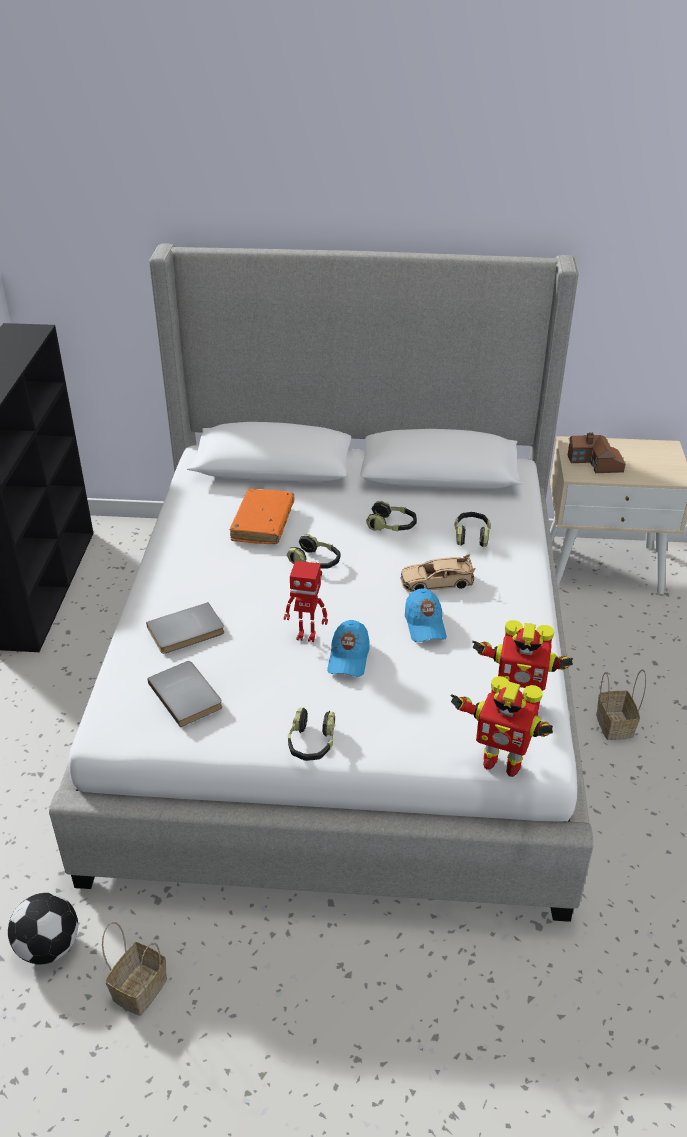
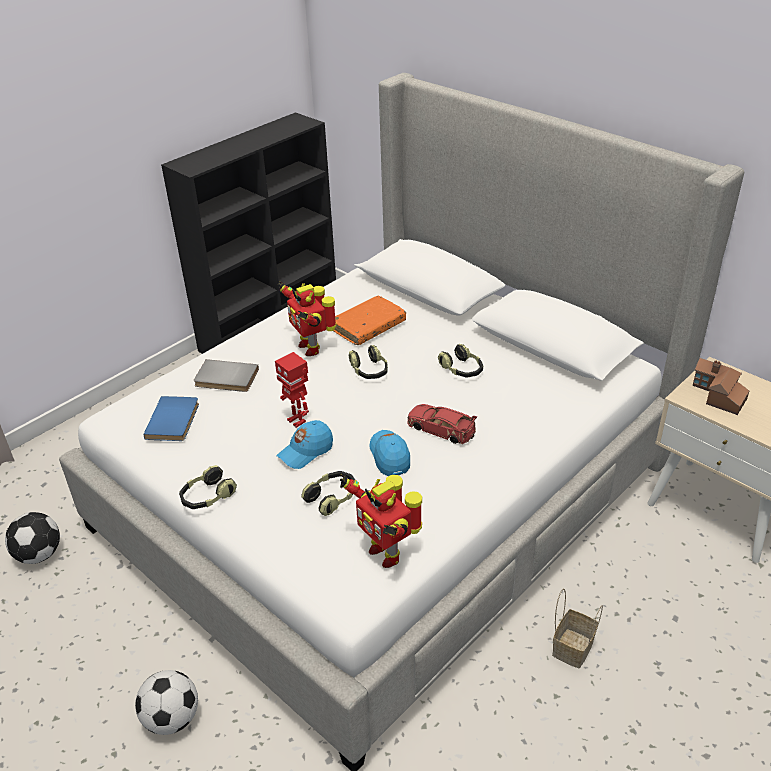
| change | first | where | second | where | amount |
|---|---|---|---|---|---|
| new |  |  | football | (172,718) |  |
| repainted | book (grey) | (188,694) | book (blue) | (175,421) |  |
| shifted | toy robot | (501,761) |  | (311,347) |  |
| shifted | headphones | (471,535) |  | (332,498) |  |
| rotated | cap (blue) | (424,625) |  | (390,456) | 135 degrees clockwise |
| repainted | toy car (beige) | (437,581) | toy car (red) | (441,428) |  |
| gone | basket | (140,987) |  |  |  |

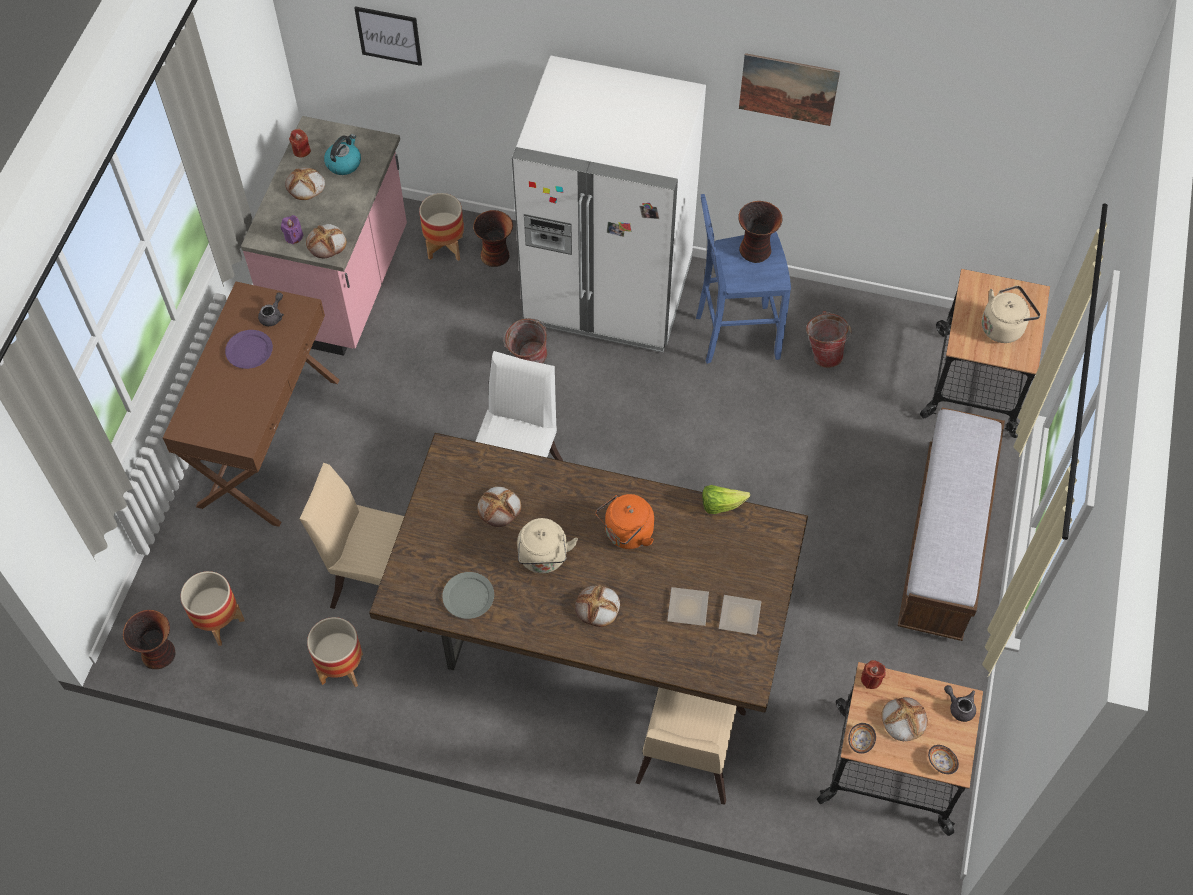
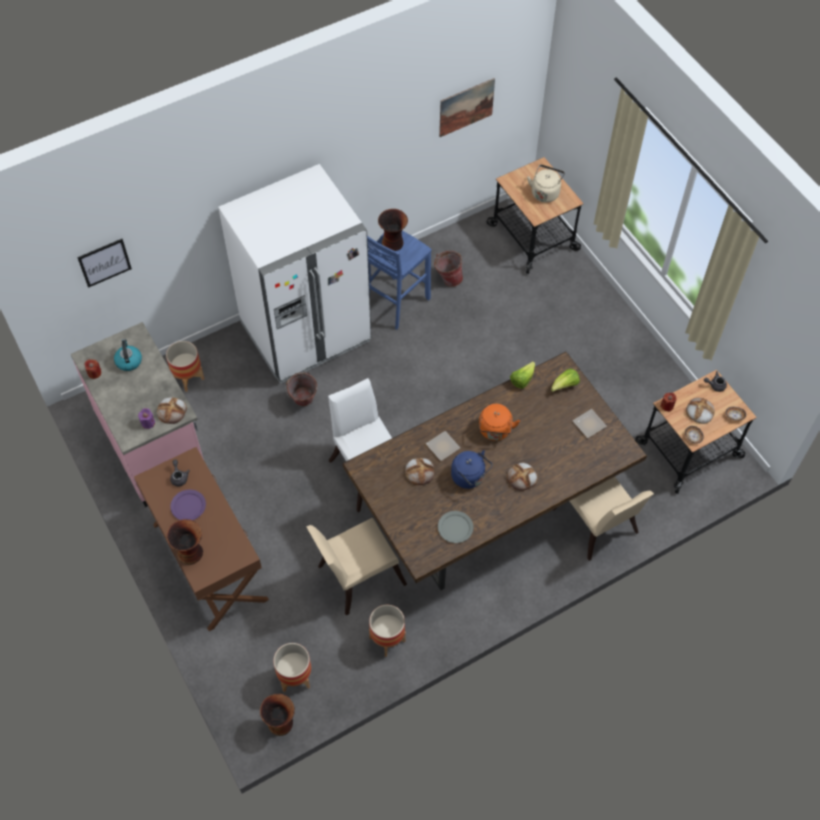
| change | first | where | second | where | amount |
|---|---|---|---|---|---|
| shifted | vase | (496,255) |  | (190,552) |  |
| shifted | plate | (689,609) |  | (444,447) |  |
| shifted | picture | (788,89) |  | (466,107) |  |
| repainted | kettle (beige) | (543,558) | kettle (blue) | (469,477) |  |
| new |  |  | lettuce | (565,386) |  |
| gone | bread | (305,186) |  |  |  |
| gone | bench | (943,542) |  |  |  |

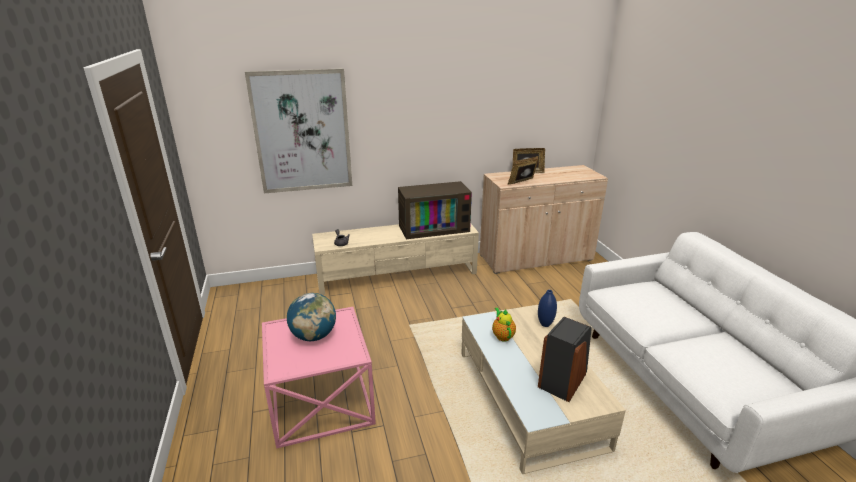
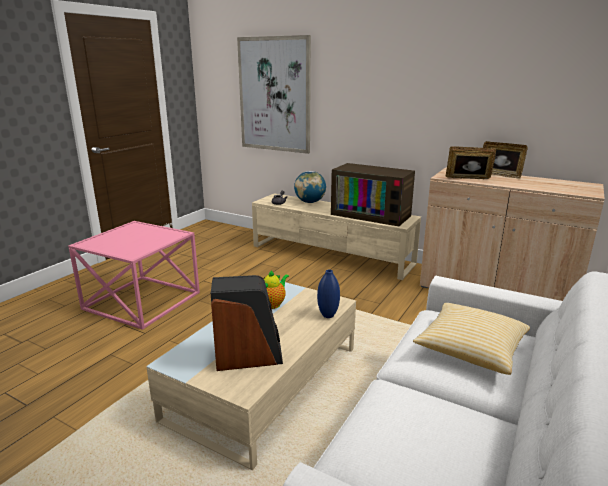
| change | first | where | second | where | amount |
|---|---|---|---|---|---|
| shifted | globe | (314,336) |  | (310,202) |  |
| new |  |  | pillow | (470,350) |  |

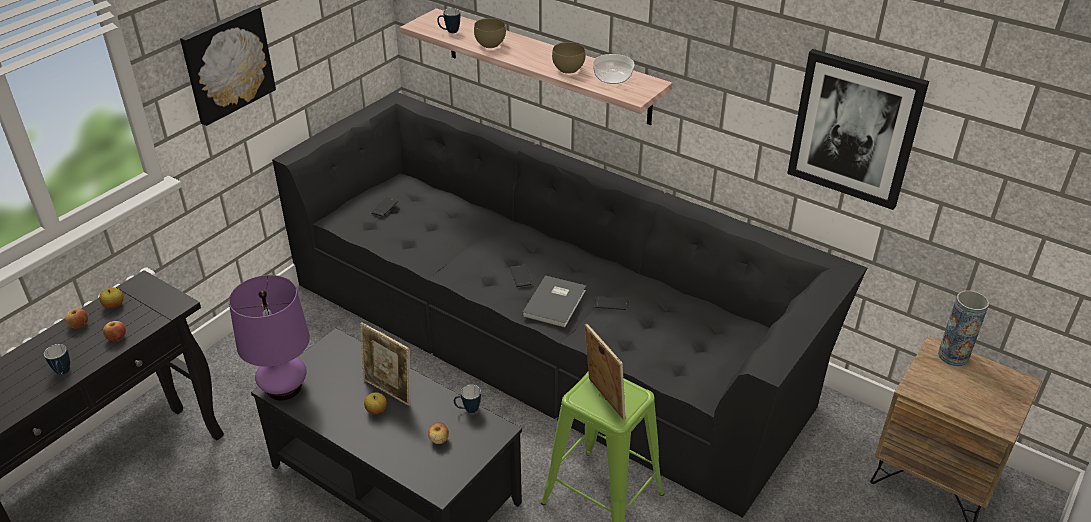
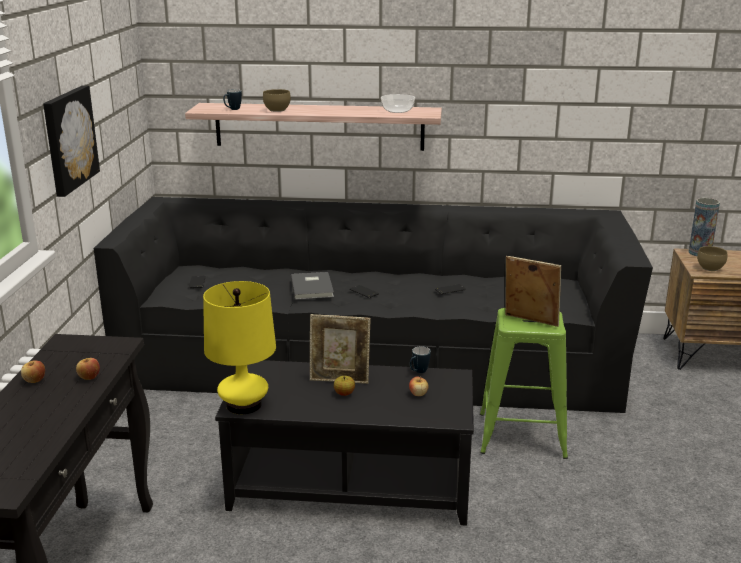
| change | first | where | second | where | amount |
|---|---|---|---|---|---|
| repainted | table lamp (purple) | (284,387) | table lamp (yellow) | (243,405) |  |
| shifted | book (grey) | (556,303) |  | (313,287) |  |
| shifted | bowl (brown) | (569,70) |  | (711,268) |  |
| gone | mug | (63,373) |  |  |  |
| gone | apple | (114,305) |  |  |  |
| gone | picture | (855,128) |  |  |  |

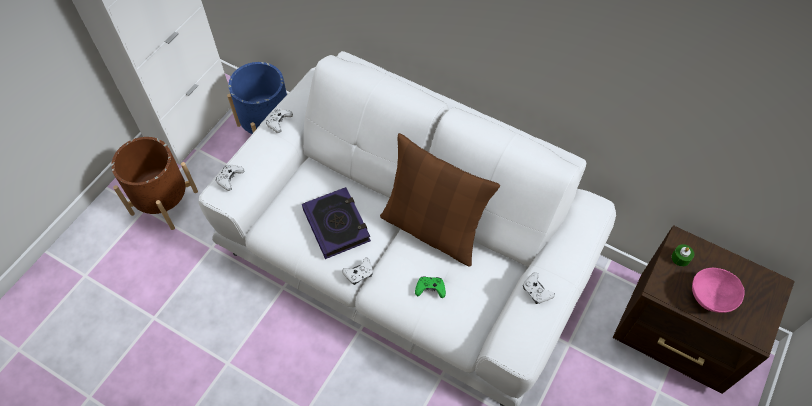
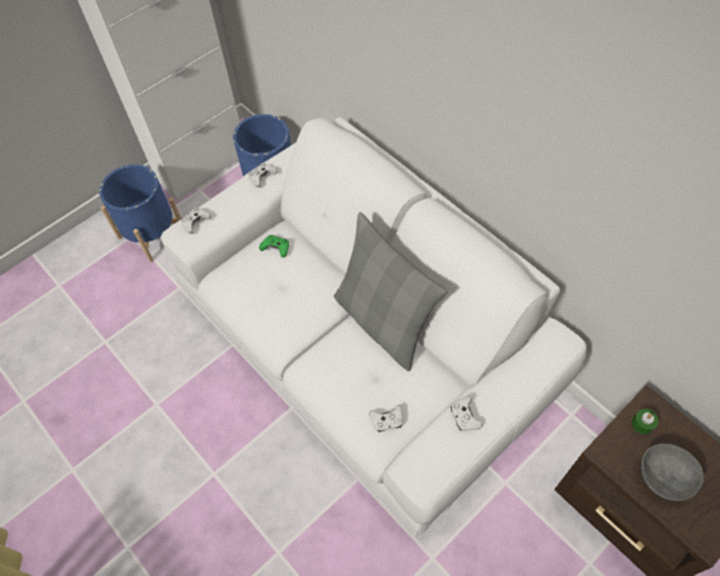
| change | first | where | second | where | amount |
|---|---|---|---|---|---|
| repainted | planter (brown) | (164,202) | planter (blue) | (152,233) |  |
| shifted | game controller (green) | (430,289) |  | (276,248) |  |
| repainted | pillow (brown) | (432,229) | pillow (grey) | (383,322) |  |
| shifted | game controller (white) | (359,274) |  | (387,421) |  |
| repainted | bowl (pink) | (711,298) | bowl (grey) | (664,479) |  |
| gone | book | (336,225) |  |  |  |

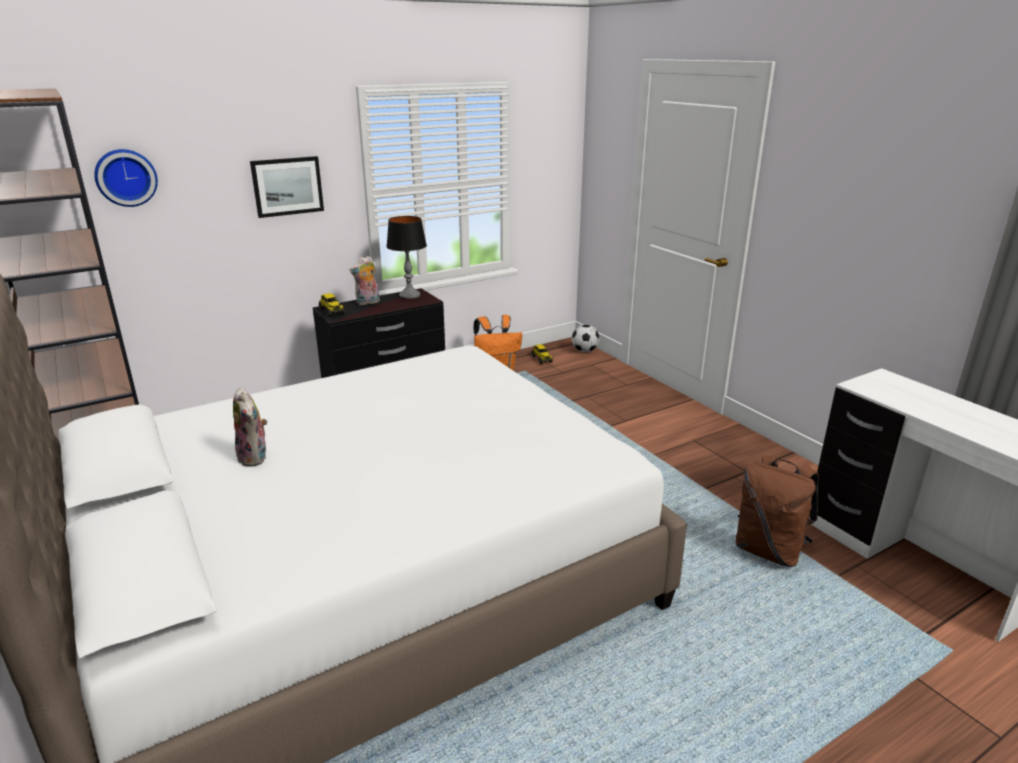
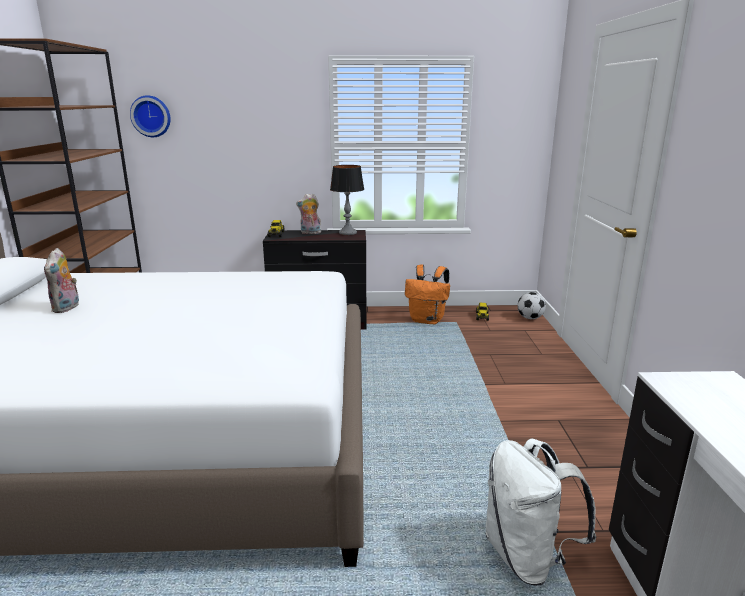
| change | first | where | second | where | amount |
|---|---|---|---|---|---|
| repainted | backpack (brown) | (769,550) | backpack (white) | (527,557) |  |
| gone | picture | (287,186) |  |  |  |

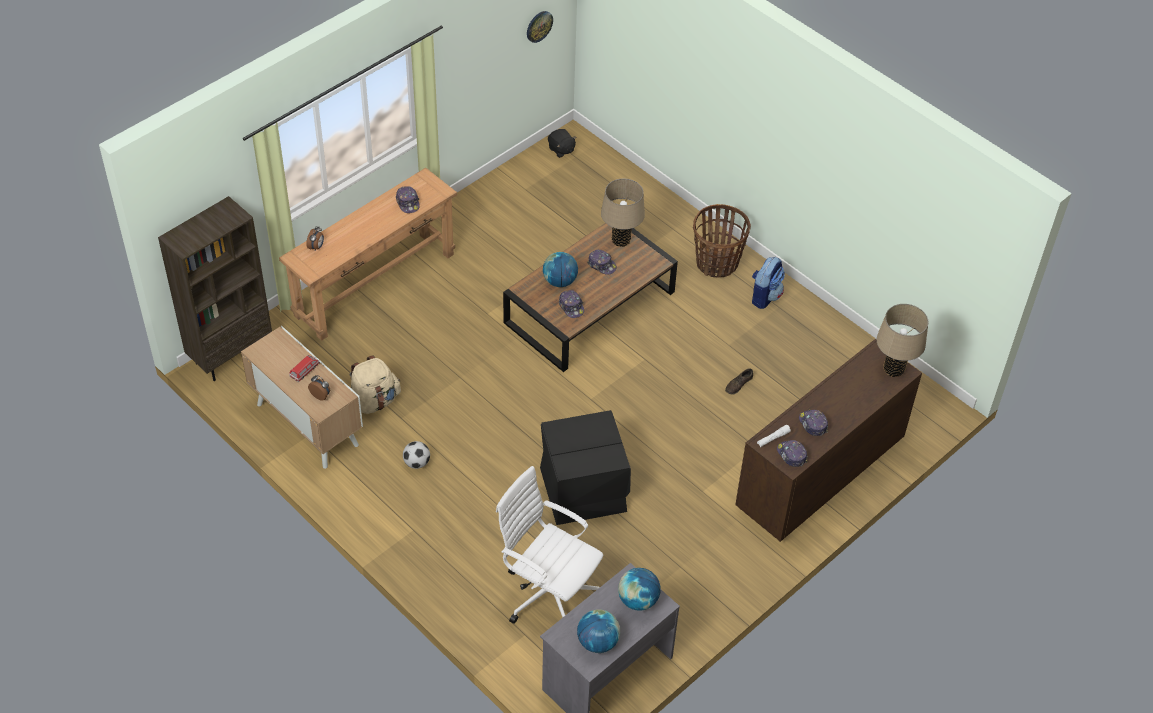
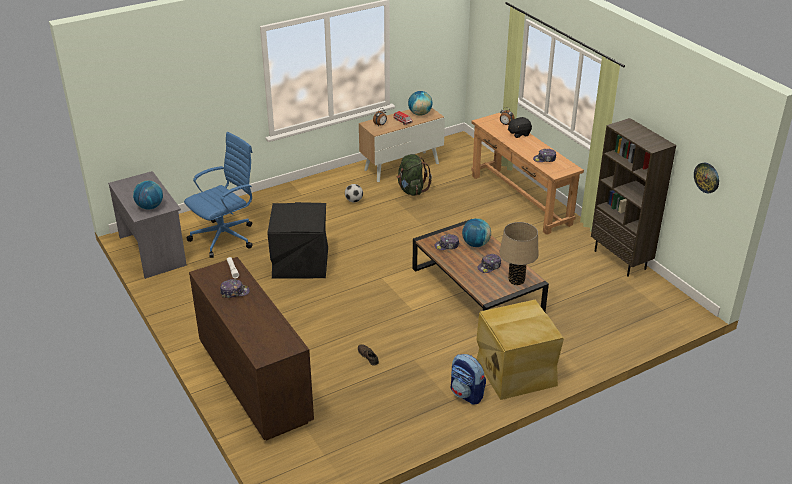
| change | first | where | second | where | amount |
|---|---|---|---|---|---|
| repainted | office chair (white) | (549,593) | office chair (blue) | (225,237) |  |
| repainted | backpack (beige) | (373,402) | backpack (green) | (411,190) |  |
| shifted | globe | (598,642) |  | (420,114) |  |
| swapped | basket | (717,263) | storage box (beige) | (515,372) |  |
| shifted | plush toy (black) | (561,150) |  | (519,134) |  |
| shifted | bookcase (brown) | (231,354) |  | (620,260) |  |
| gone | cap | (791,455) |  |  |  |
| gone | table lamp (beige) | (893,369) |  |  |  |

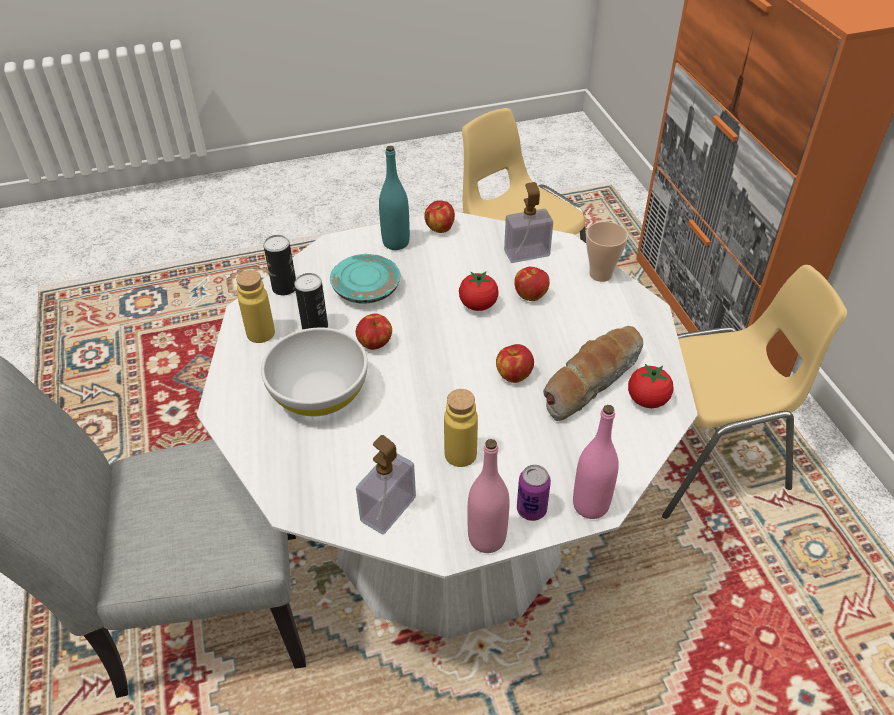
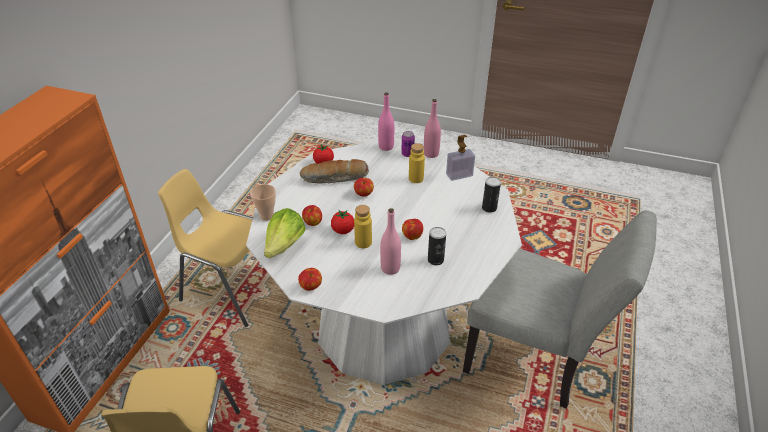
| change | first | where | second | where | amount |
|---|---|---|---|---|---|
| swapped | soap dispenser | (527,253) | lettuce | (285,245) |  |
| shifted | bottle (yellow) | (260,333) |  | (363,242) |  |
| swapped | plate (turquoise) | (366,288) | bottle (pink) | (390,268) |  |
| shifted | can | (284,288) |  | (489,208) |  |
| gone | bowl (white) | (319,393) |  |  |  |
| gone | bottle (turquoise) | (396,242) |  |  |  |

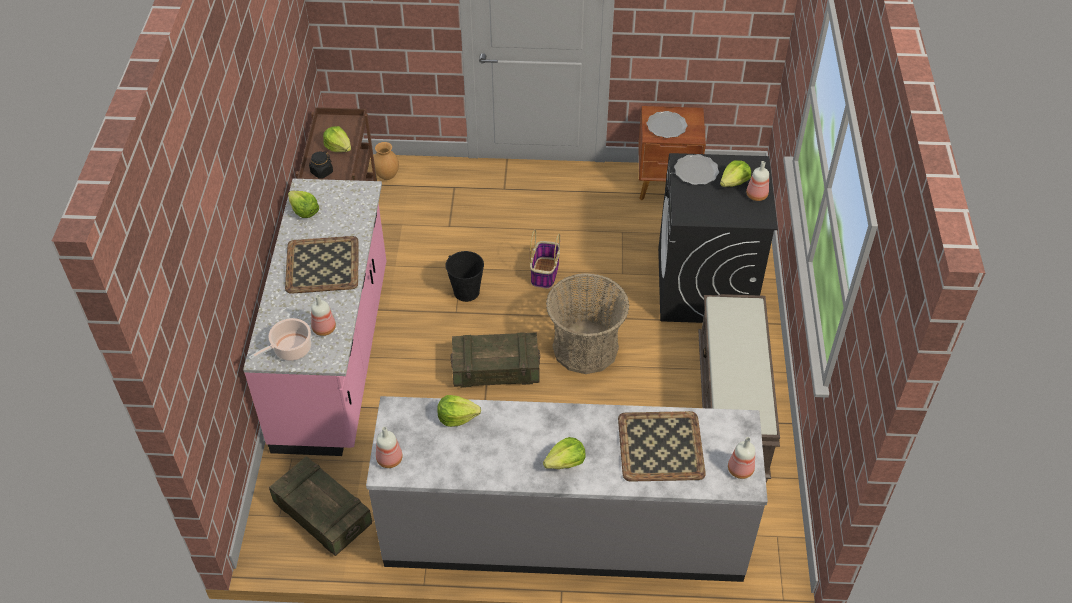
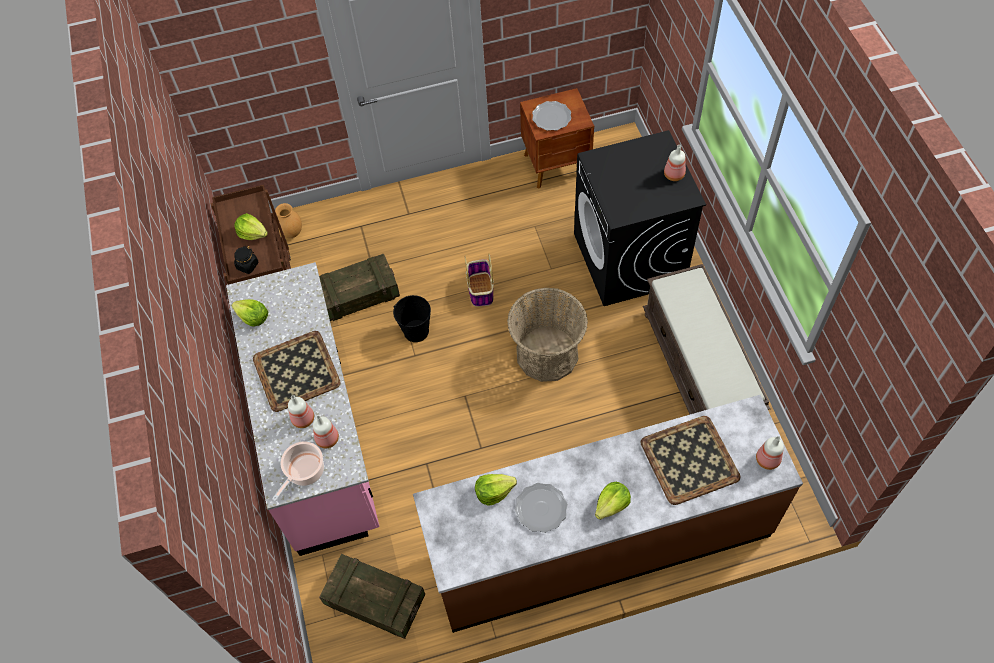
| change | first | where | second | where | amount |
|---|---|---|---|---|---|
| shifted | bottle | (389,458) |  | (303,418) |  |
| shifted | crate | (496,369) |  | (358,295) |  |
| repainted | counter (grey) | (564,531) | counter (brown) | (599,541) |  |
| shifted | plate | (696,172) |  | (541,508) |  |
| gone | lettuce | (734,182) |  |  |  |

